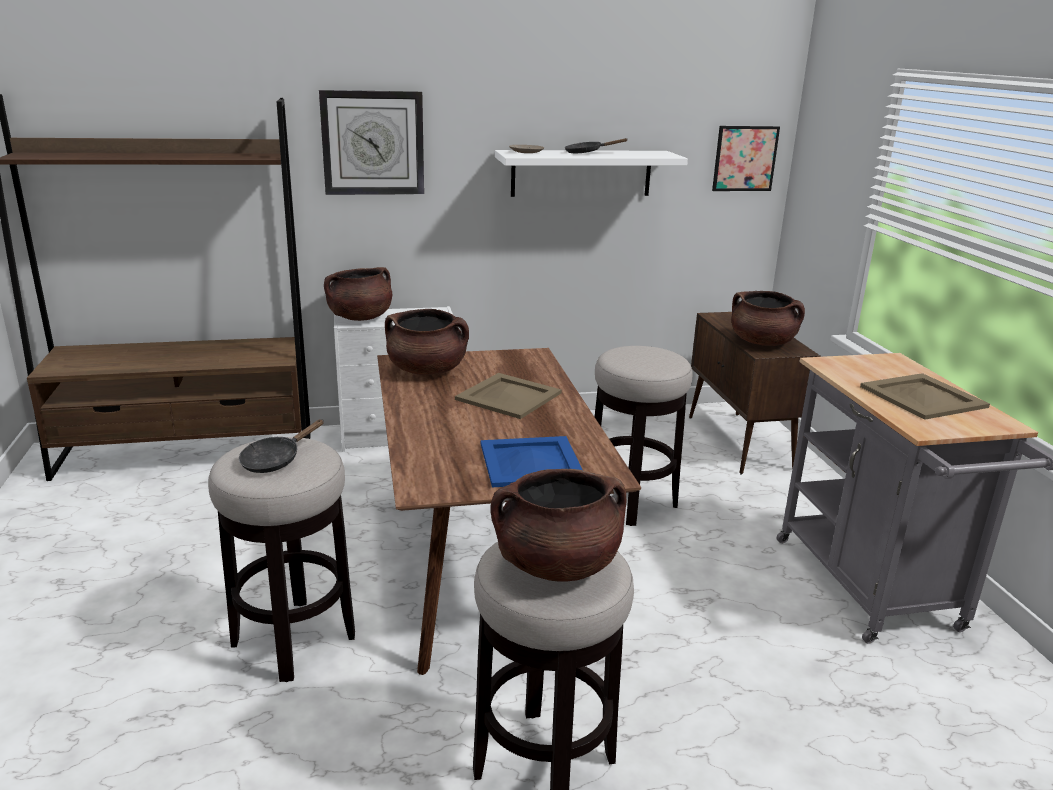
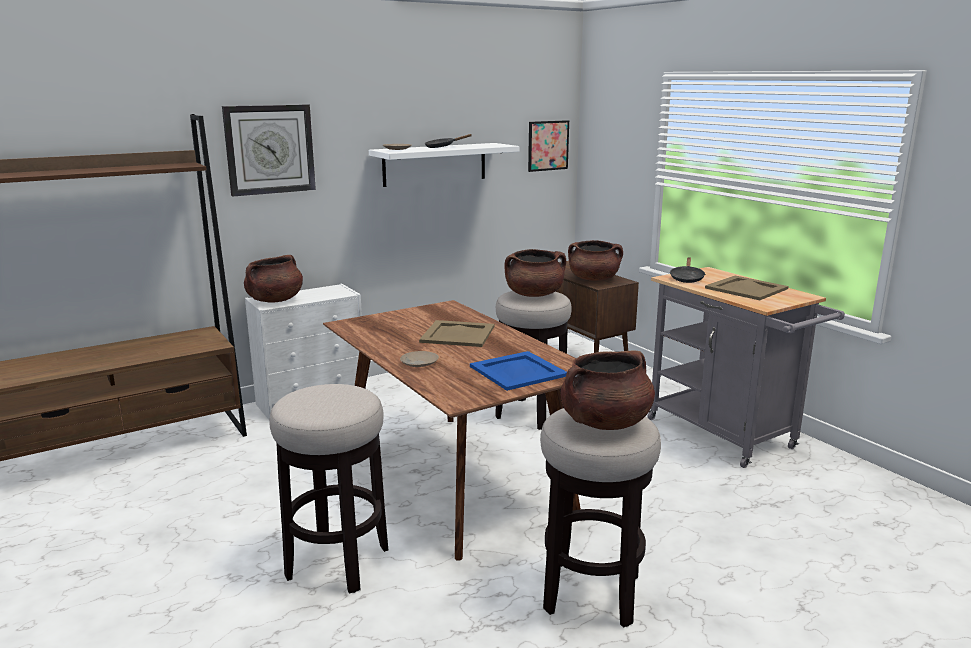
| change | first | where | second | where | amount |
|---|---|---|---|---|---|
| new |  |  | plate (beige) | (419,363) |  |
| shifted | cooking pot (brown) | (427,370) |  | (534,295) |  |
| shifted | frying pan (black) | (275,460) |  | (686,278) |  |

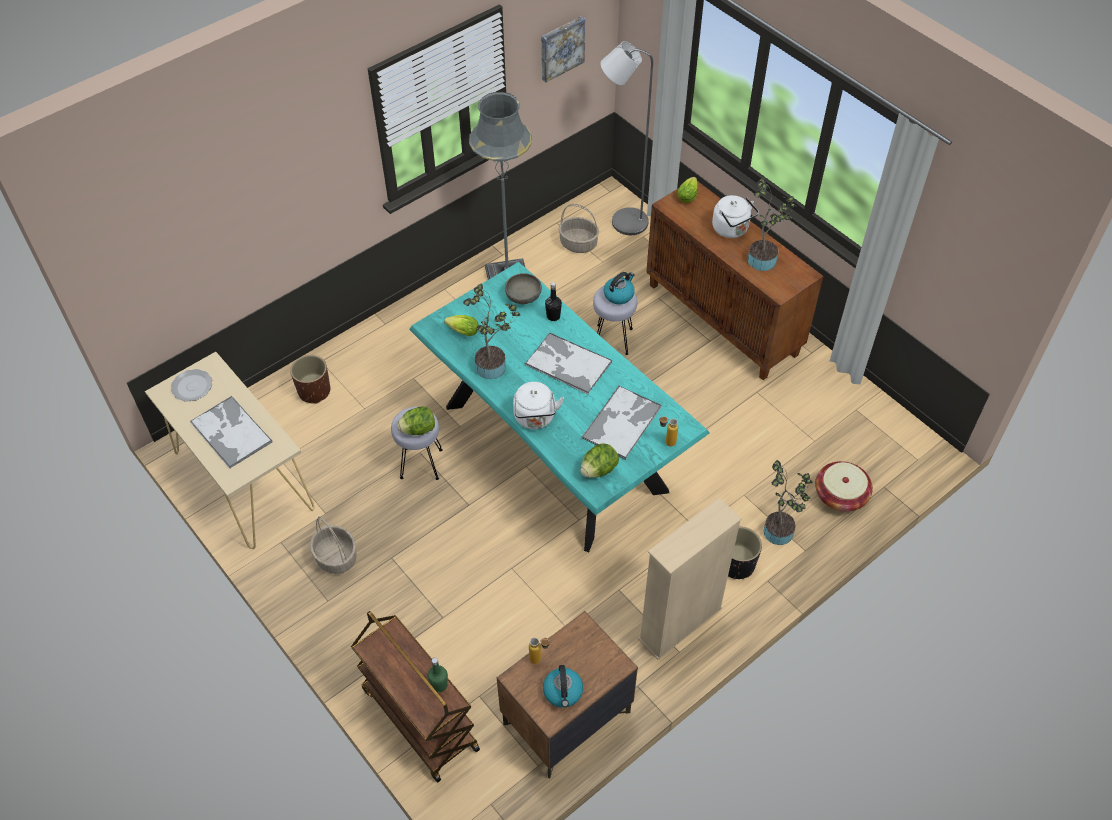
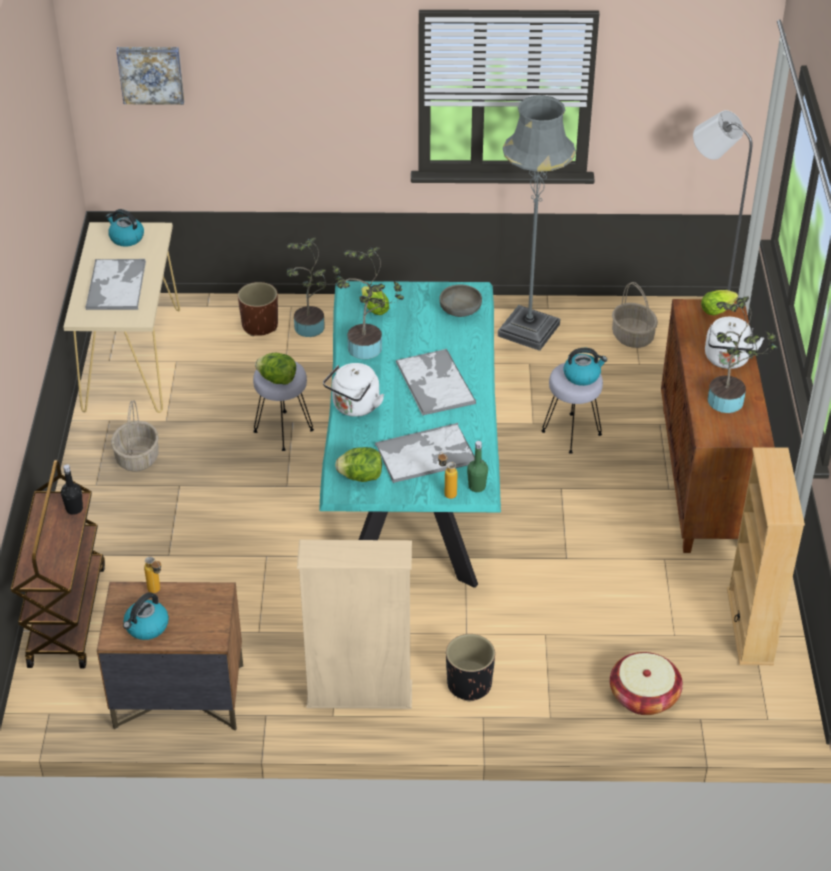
| change | first | where | second | where | amount |
|---|---|---|---|---|---|
| shifted | bottle (black) | (553,316) |  | (74,509) |  |
| swapped | plate | (192,387) | kettle | (126,238) |  |
| shifted | picture | (561,48) |  | (151,74) |  |
| shifted | potted plant | (780,529) |  | (313,327) |  |
| shifted | bottle (green) | (439,685) |  | (477,486) |  |
| new |  |  | bookcase (beige) | (750,626) |  |

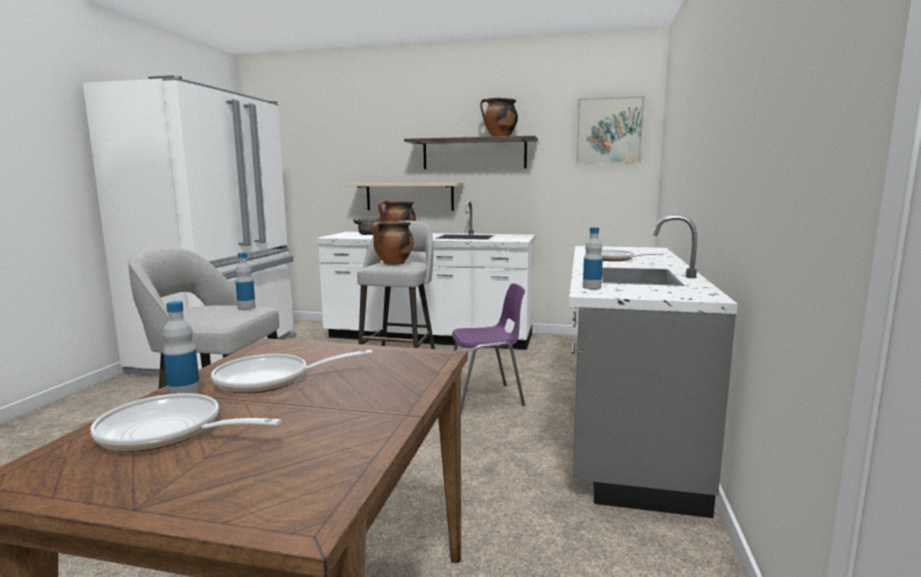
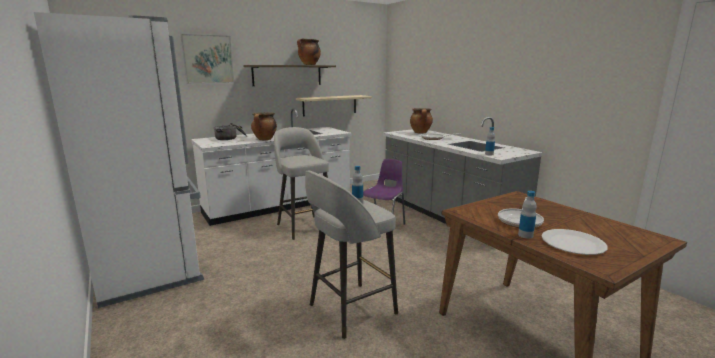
| change | first | where | second | where | amount |
|---|---|---|---|---|---|
| shifted | picture | (609,131) |  | (208,59) |  |
| shifted | shelf (beige) | (409,196) |  | (330,105) |  |
| shifted | cooking pot | (393,264) |  | (421,133) |  |
| swapped | frying pan | (168,432) | plate (white) | (573,243) |  |

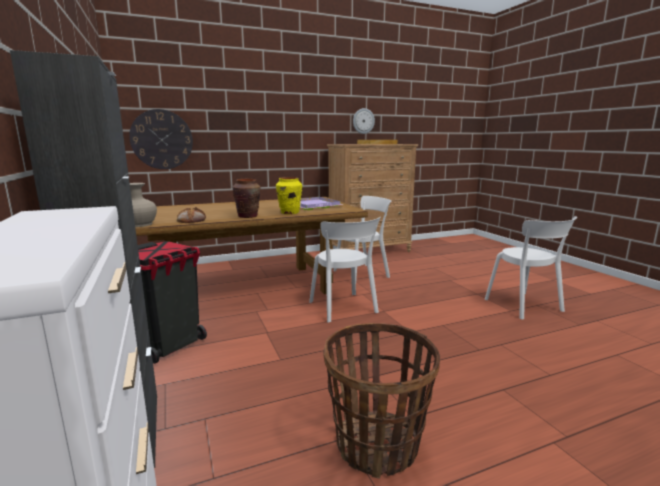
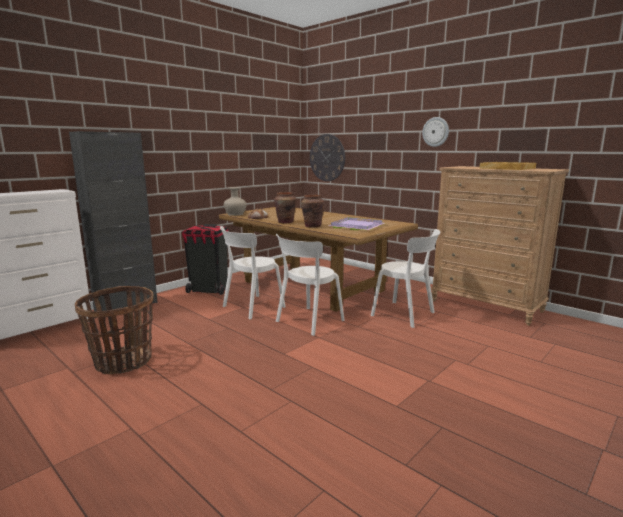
| change | first | where | second | where | amount |
|---|---|---|---|---|---|
| shifted | chair (white) | (525,306) |  | (251,307) |  |
| repainted | vase (yellow) | (289,213) | vase (brown) | (312,226) |  |
| shifted | wall clock | (363,121) |  | (435,132) |  |

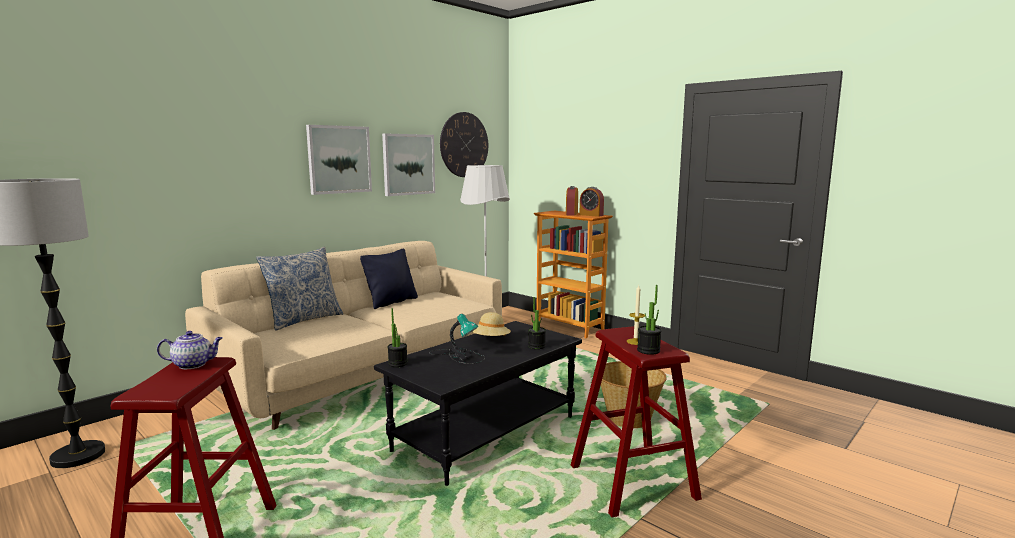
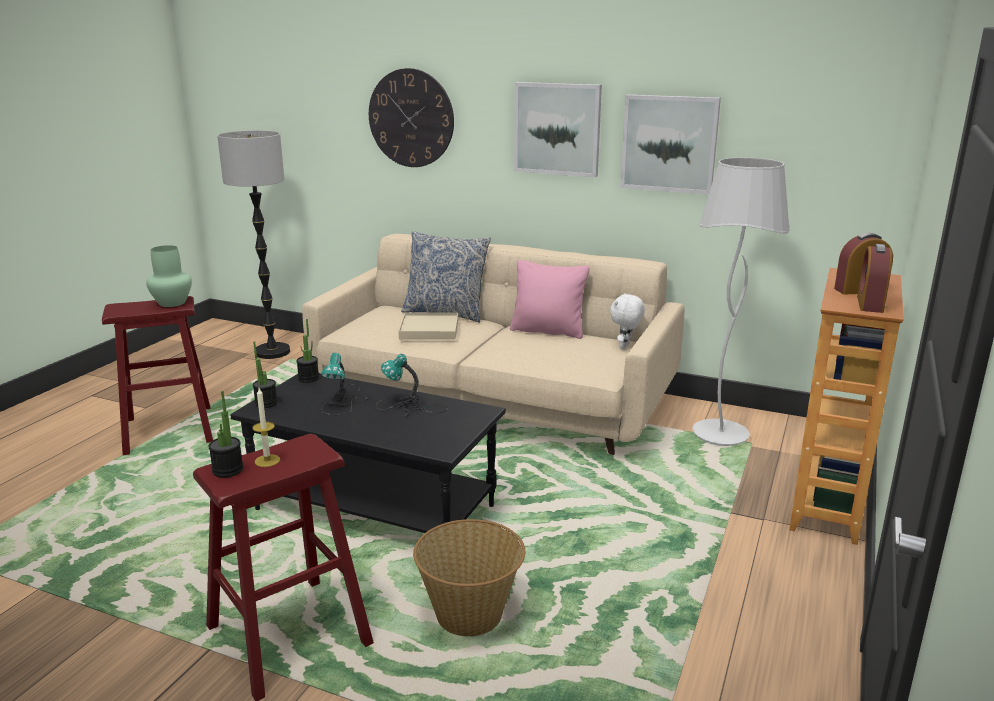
| change | first | where | second | where | amount |
|---|---|---|---|---|---|
| swapped | teapot | (193,364) | vase (green) | (173,303) |  |
| shifted | potted plant | (536,346) |  | (266,403) |  |
| shifted | wall clock | (464,145) |  | (411,118) |  |
| swapped | hat (beige) | (490,340) | table lamp | (408,407) |  |
| new |  |  | tray (beige) | (429,329) |  |
| repainted | pillow (black) | (391,302) | pillow (pink) | (548,331) |  |
| new |  |  | plush toy (white) | (625,347) |  |

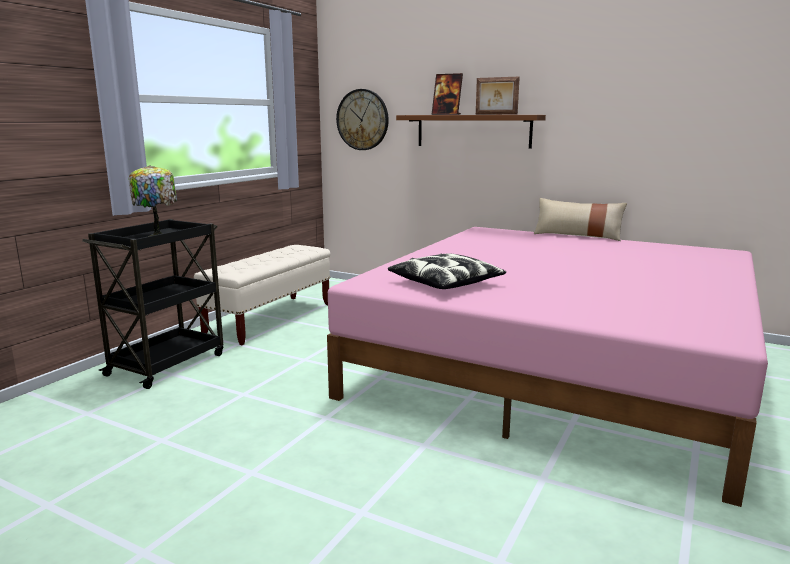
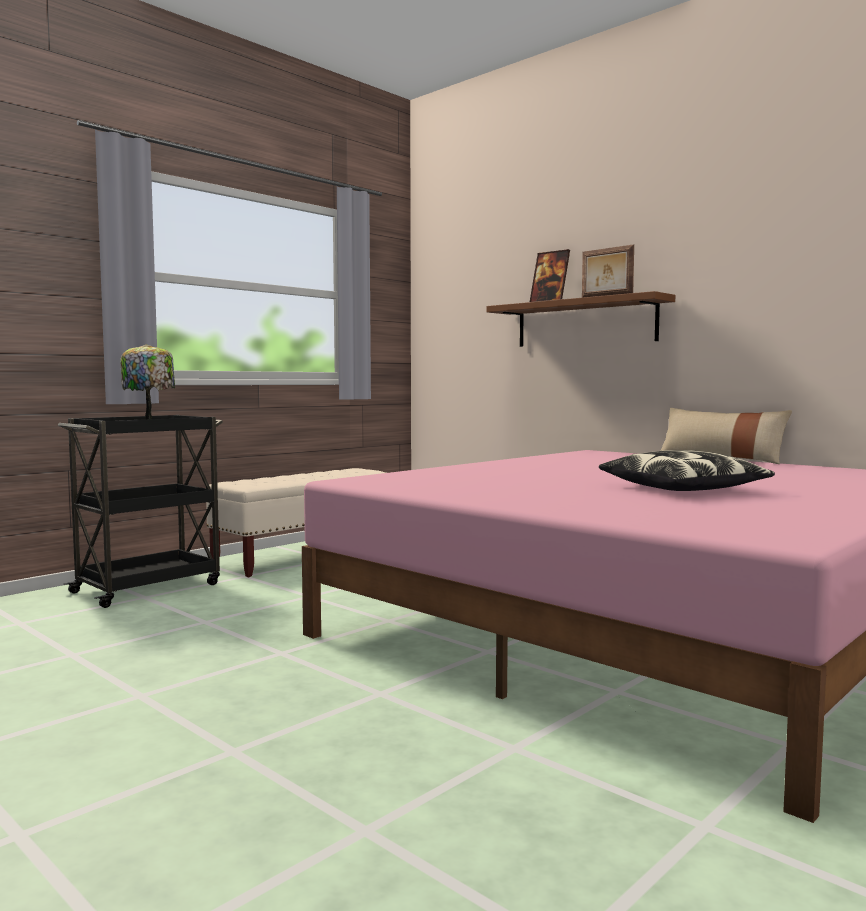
| change | first | where | second | where | amount |
|---|---|---|---|---|---|
| shifted | pillow | (445,283) |  | (682,489) |  |
| gone | wall clock | (362,120) |  |  |  |

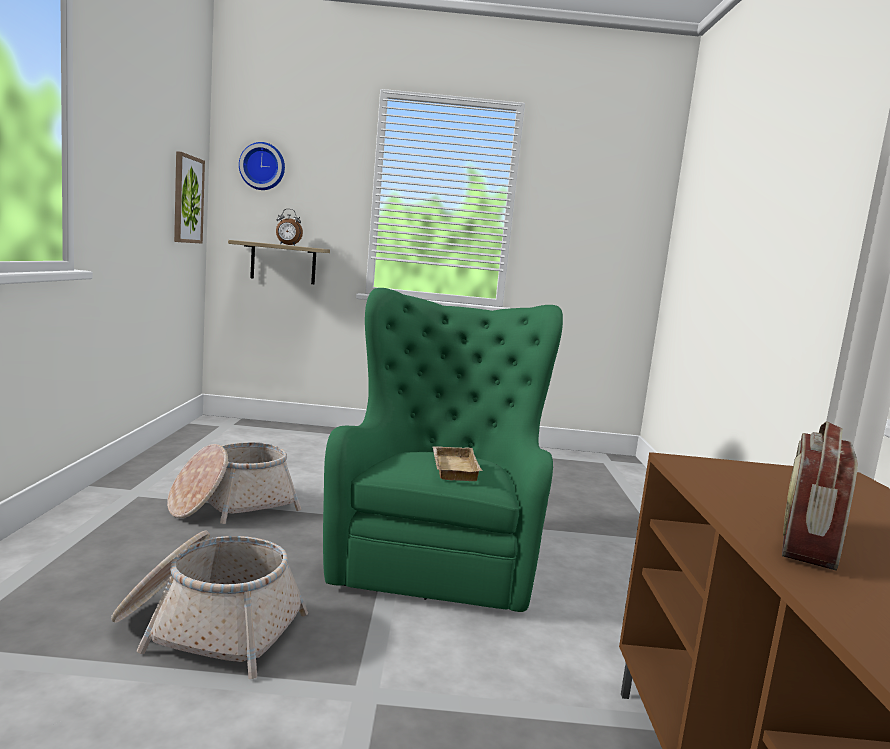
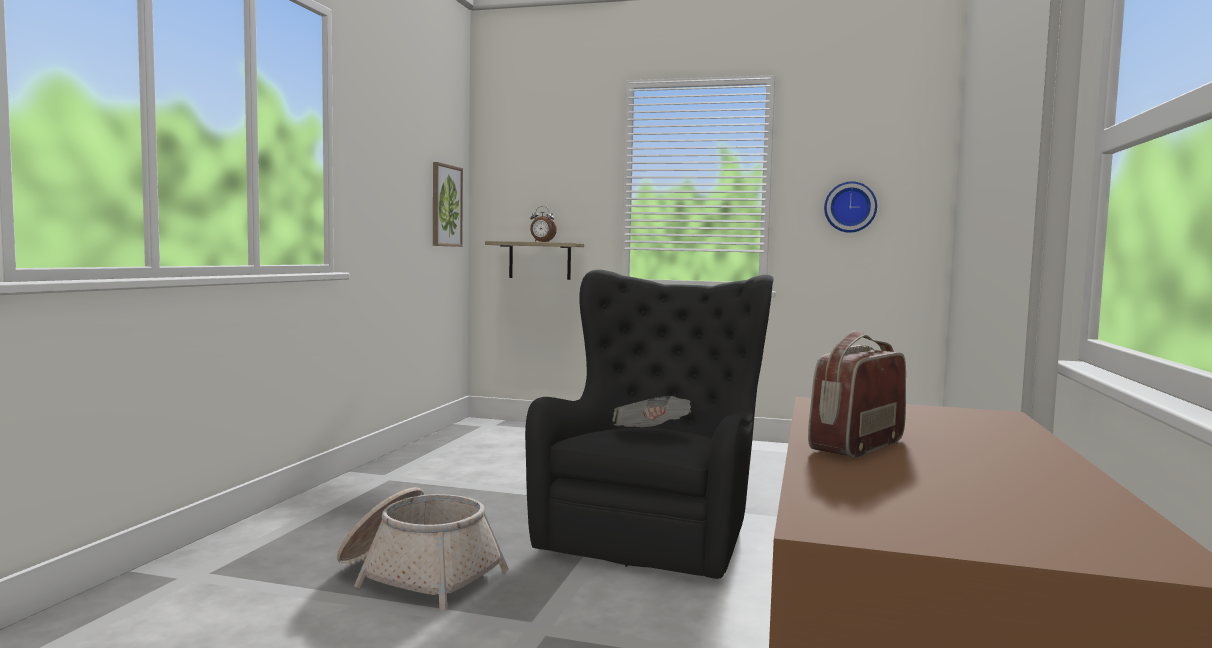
| change | first | where | second | where | amount |
|---|---|---|---|---|---|
| repainted | armchair (green) | (437,553) | armchair (black) | (655,532) |  |
| swapped | tray (beige) | (452,468) | newspaper | (650,435) |  |
| shifted | wall clock | (263,166) |  | (850,207) |  |
| gone | basket | (232,506) |  |  |  |

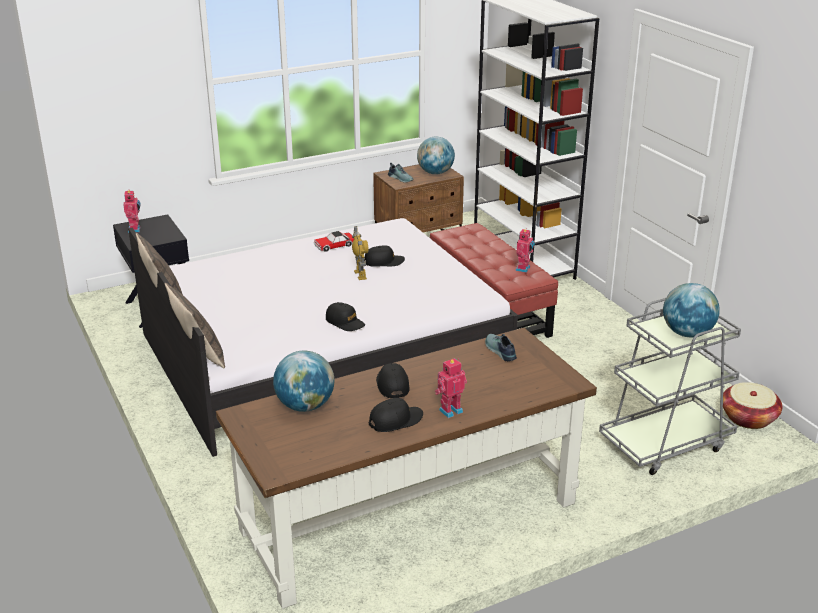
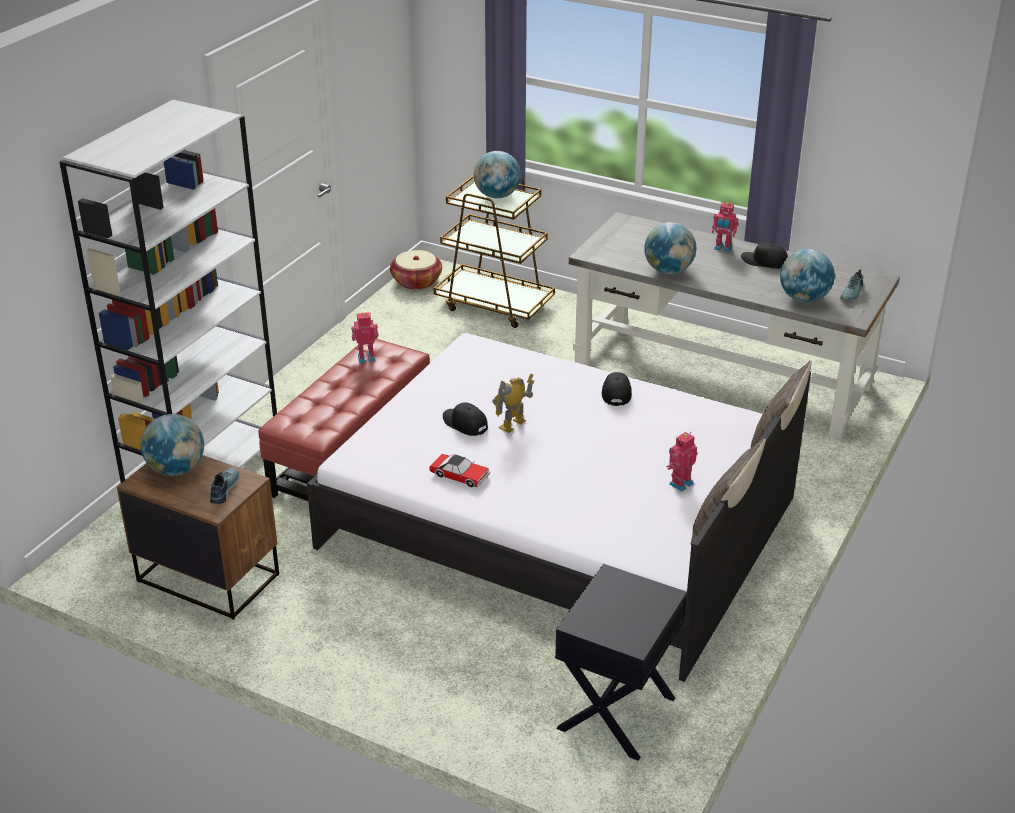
| change | first | where | second | where | amount |
|---|---|---|---|---|---|
| repainted | cart (grey) | (665,443) | cart (brown) | (495,305) |  |
| repainted | desk (brown) | (408,517) | desk (grey) | (723,375) |  |
| new |  |  | globe | (668,271) |  |
| shifted | toy robot | (135,229) |  | (680,483) |  |
| shifted | shoe | (499,351) |  | (852,294) |  |
| gone | cap (black) | (392,385) |  |  |  |

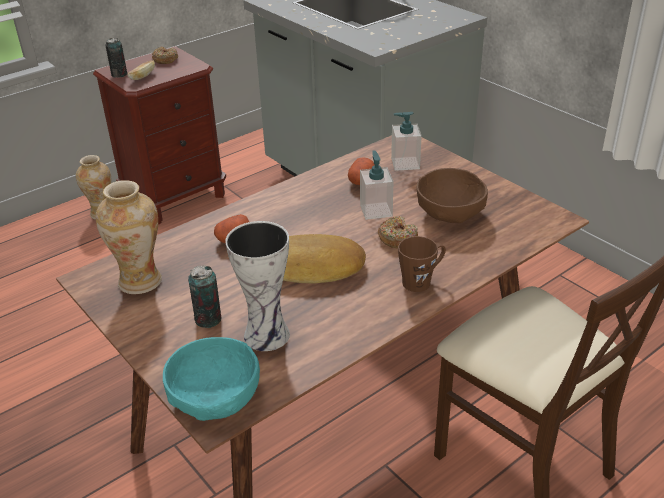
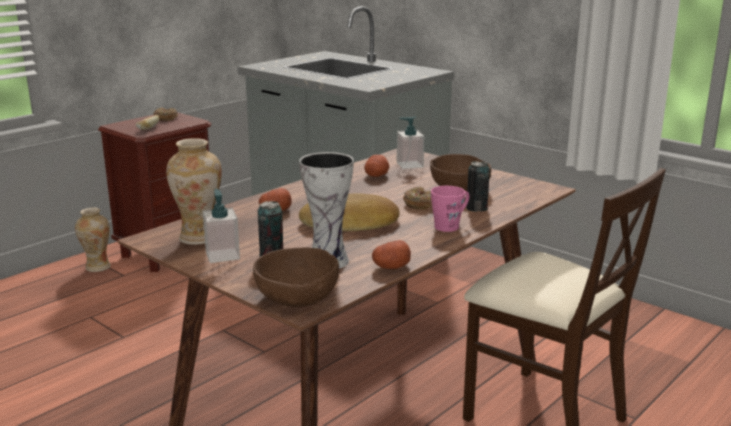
| change | first | where | second | where | amount |
|---|---|---|---|---|---|
| shifted | soap dispenser | (376,210) |  | (222,255) |  |
| repainted | bowl (turquoise) | (214,399) | bowl (brown) | (296,298) |  |
| new |  |  | potato | (391,267) |  |
| repainted | mug (brown) | (421,281) | mug (pink) | (450,226) |  |
| shifted | can | (119,74) |  | (477,208) |  |

